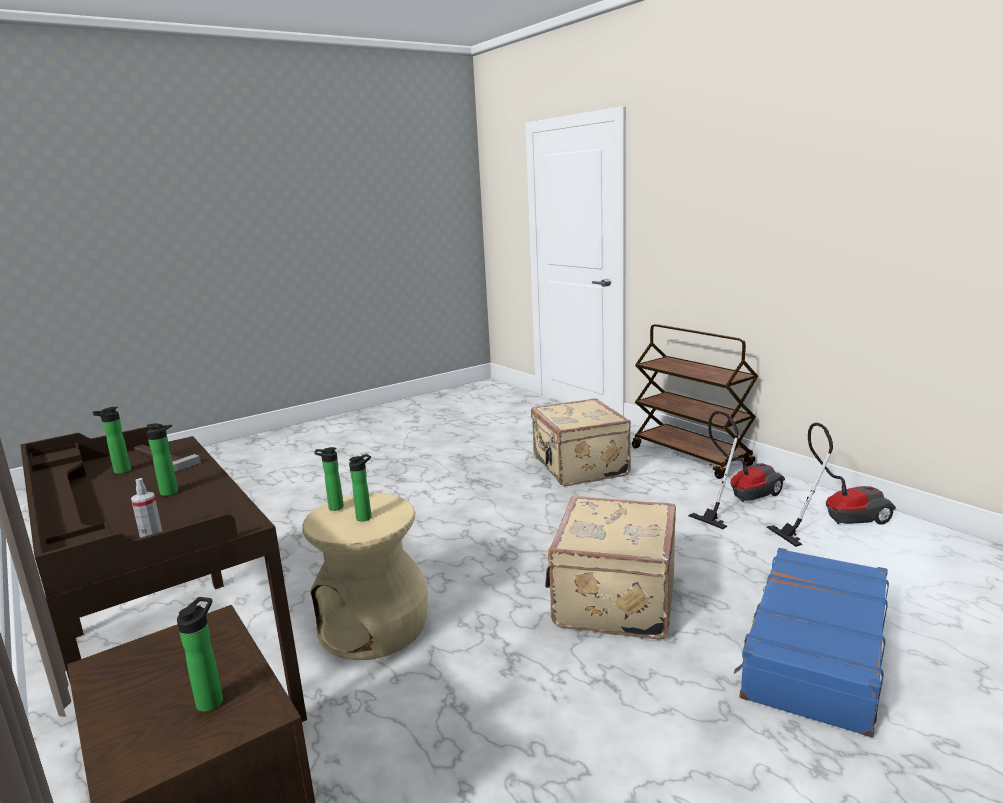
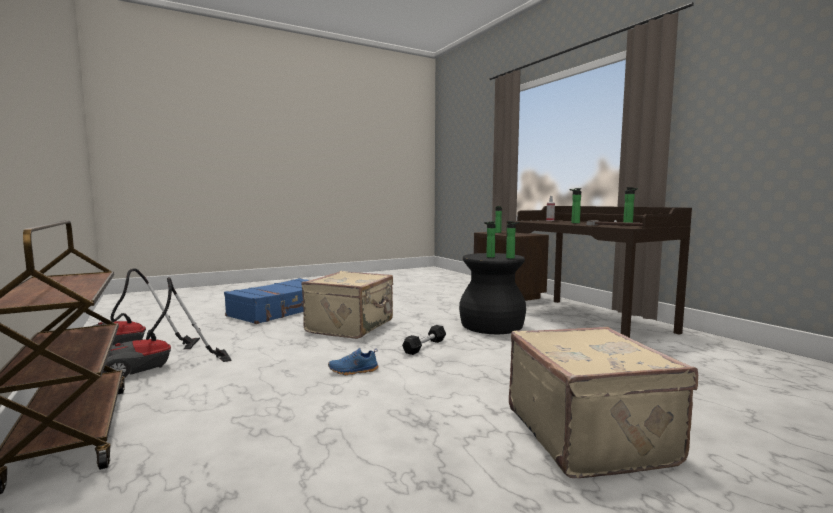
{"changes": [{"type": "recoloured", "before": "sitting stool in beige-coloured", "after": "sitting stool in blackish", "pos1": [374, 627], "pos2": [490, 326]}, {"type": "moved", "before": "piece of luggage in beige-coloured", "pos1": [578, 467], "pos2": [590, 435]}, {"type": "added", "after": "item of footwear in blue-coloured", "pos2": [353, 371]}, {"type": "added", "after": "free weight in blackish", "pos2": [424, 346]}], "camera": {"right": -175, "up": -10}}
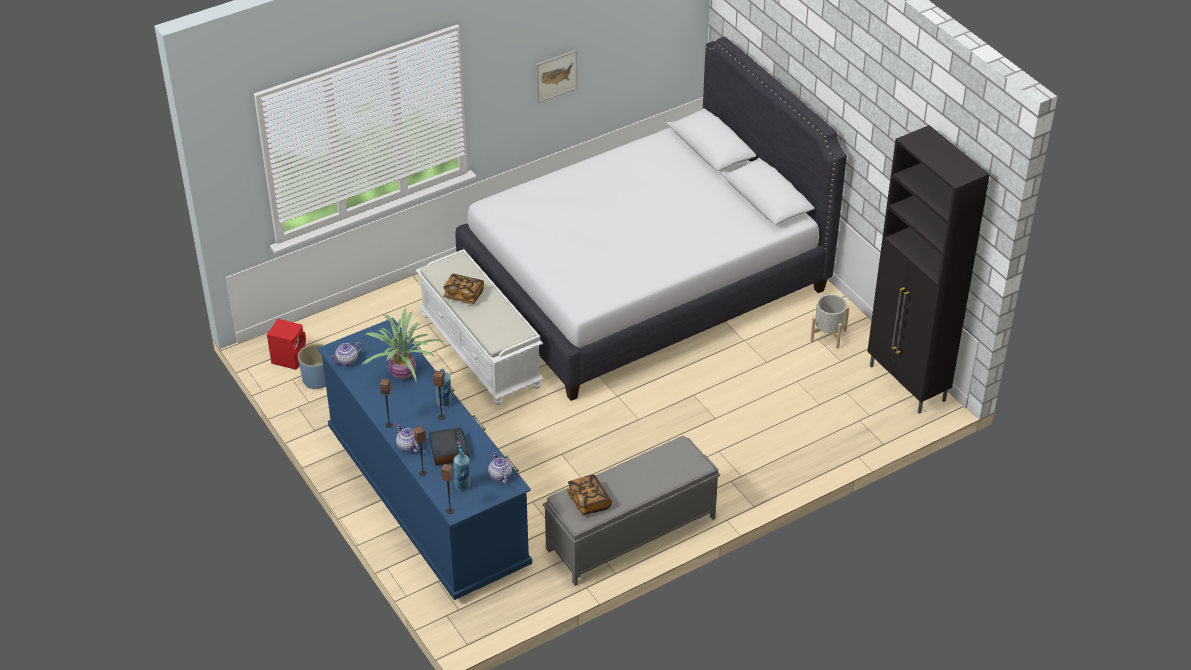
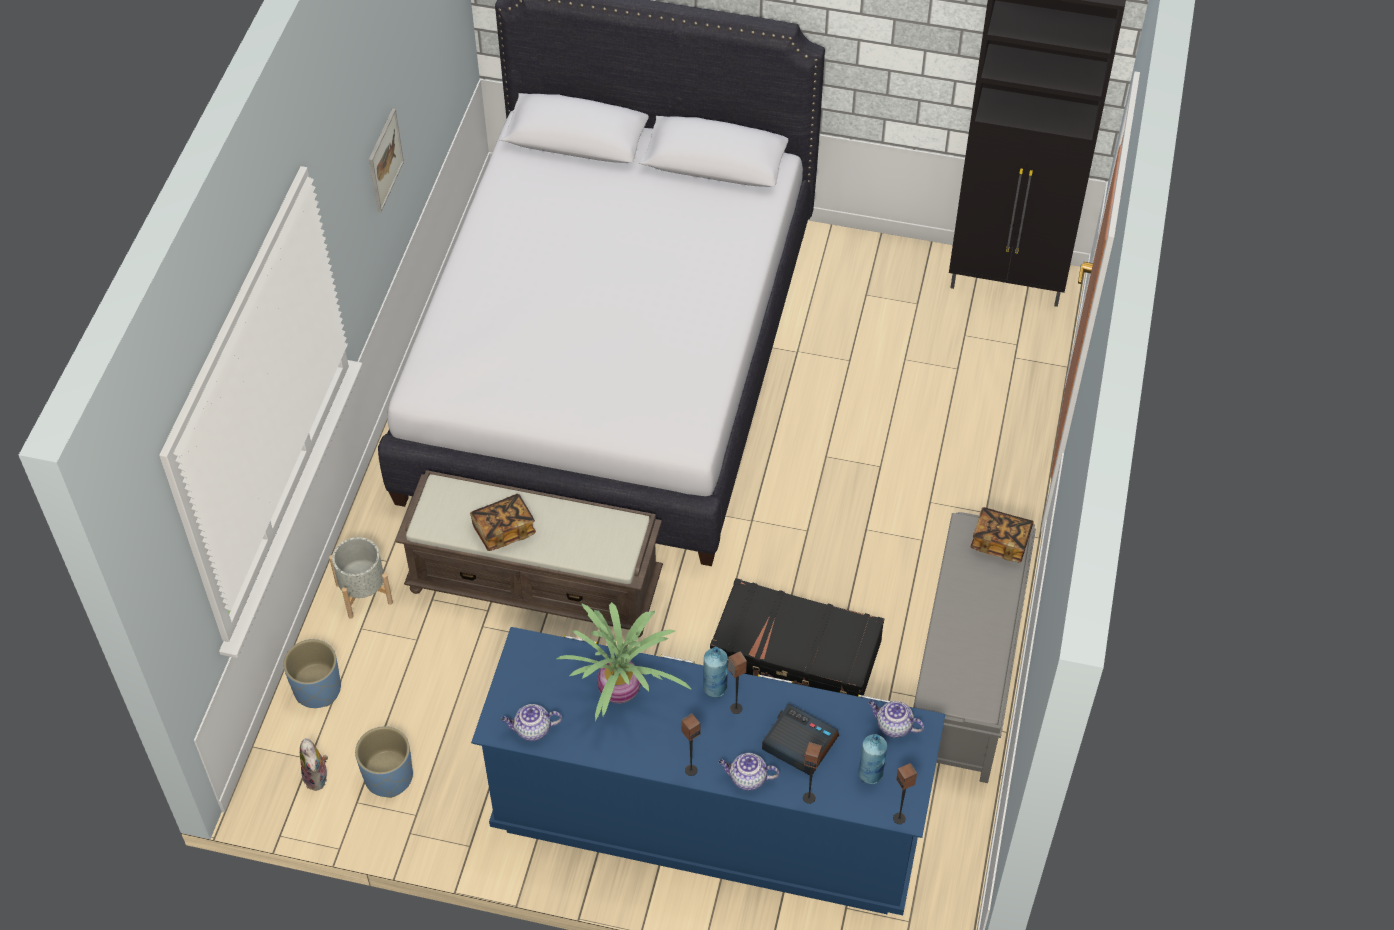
{"changes": [{"type": "replaced", "before": "loudspeaker in red", "after": "soft toy", "pos1": [290, 358], "pos2": [318, 777]}, {"type": "turned", "before": "teapot", "pos1": [346, 361], "pos2": [532, 730], "turn": 75}, {"type": "recoloured", "before": "indoor bench in white", "after": "indoor bench in brown", "pos1": [482, 350], "pos2": [537, 583]}, {"type": "moved", "before": "book", "pos1": [589, 501], "pos2": [1000, 542]}, {"type": "moved", "before": "planter in greyish", "pos1": [828, 335], "pos2": [364, 594]}, {"type": "added", "after": "planter in blue-coloured", "pos2": [317, 689]}, {"type": "added", "after": "piece of luggage in blackish", "pos2": [796, 655]}], "camera": {"right": -45, "up": 10}}
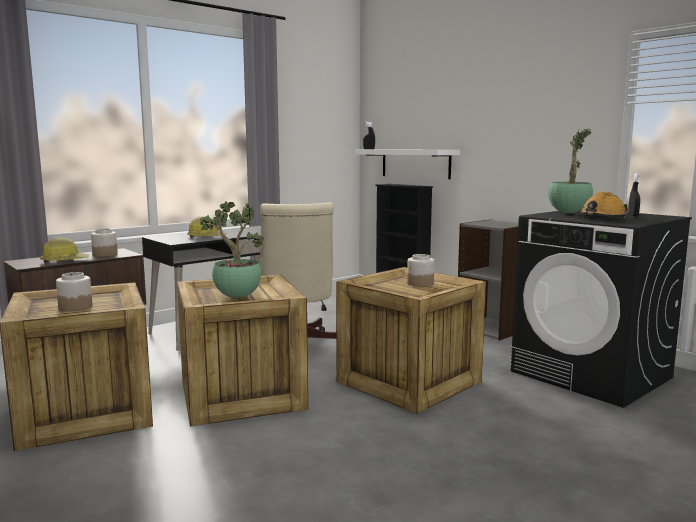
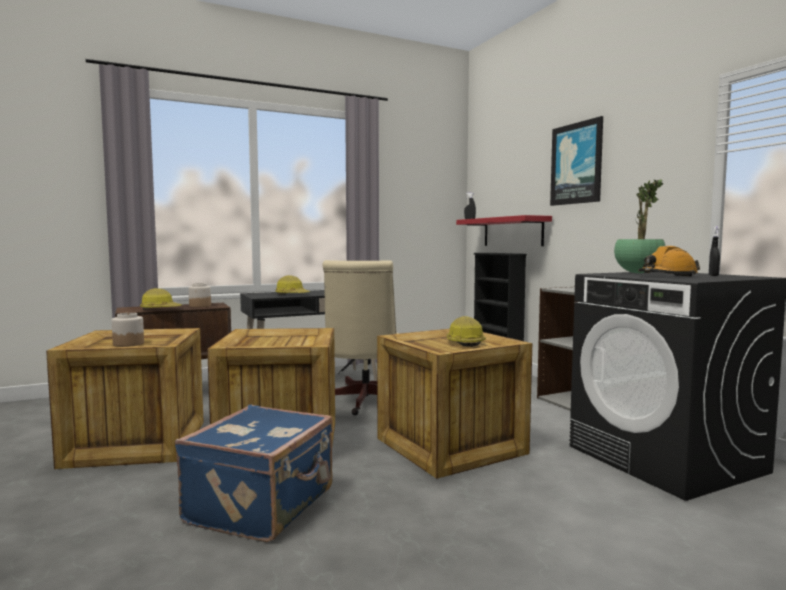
{"changes": [{"type": "removed", "before": "houseplant", "pos1": [236, 297]}, {"type": "recoloured", "before": "wall shelf in white", "after": "wall shelf in red", "pos1": [415, 163], "pos2": [512, 232]}, {"type": "replaced", "before": "storage jar", "after": "safety helmet", "pos1": [420, 283], "pos2": [463, 342]}, {"type": "added", "after": "piece of luggage in blue-coloured", "pos2": [263, 506]}, {"type": "added", "after": "picture", "pos2": [576, 163]}], "camera": {"right": 15, "up": -5}}
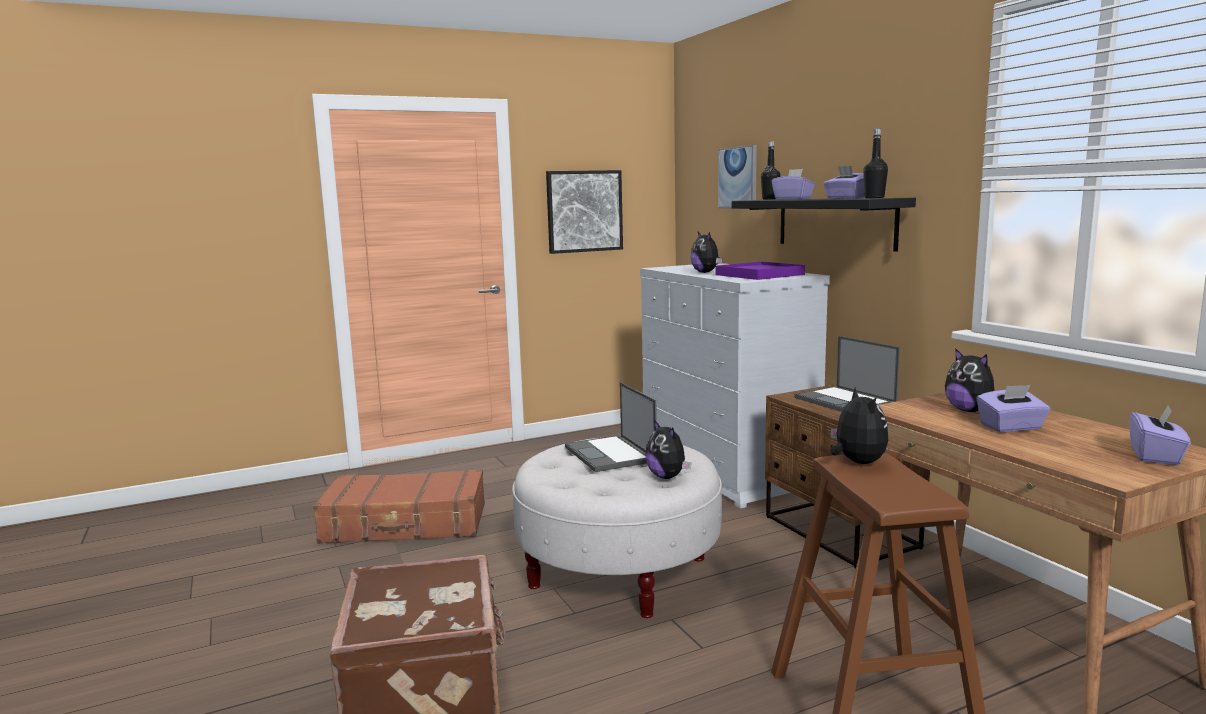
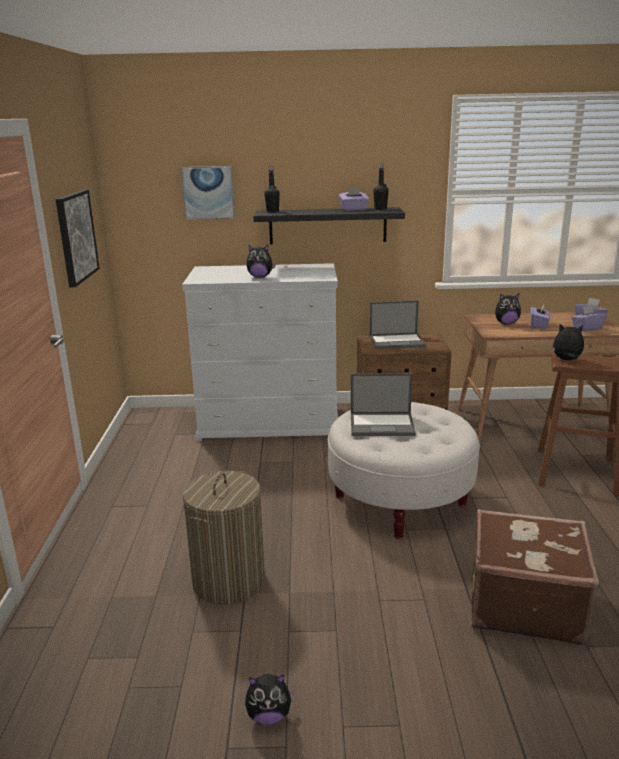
{"changes": [{"type": "replaced", "before": "piece of luggage in brown", "after": "hamper", "pos1": [405, 524], "pos2": [228, 581]}, {"type": "moved", "before": "soft toy", "pos1": [667, 477], "pos2": [269, 716]}, {"type": "removed", "before": "tray in purple-coloured", "pos1": [759, 275]}, {"type": "moved", "before": "tissue box in purple-coloured", "pos1": [793, 199], "pos2": [587, 328]}], "camera": {"right": -65, "up": 10}}
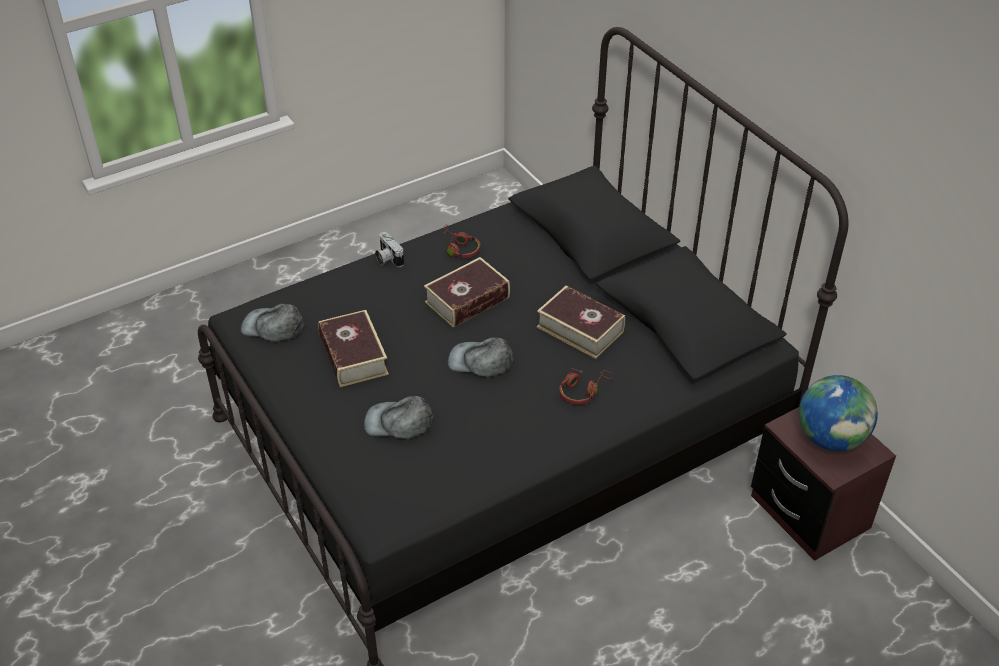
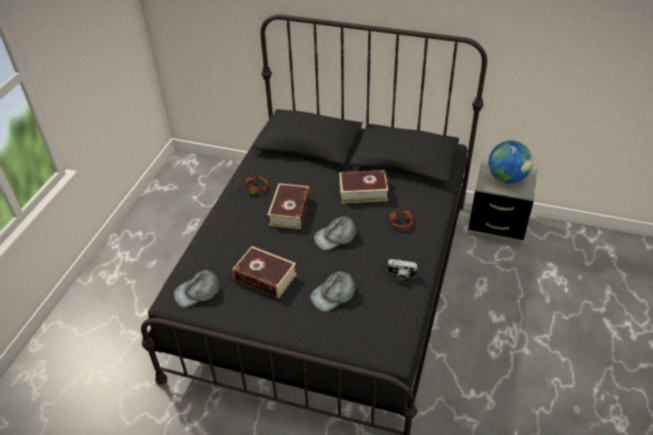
{"changes": [{"type": "moved", "before": "photo camera", "pos1": [387, 258], "pos2": [401, 276]}, {"type": "recoloured", "before": "night table in brown", "after": "night table in greyish", "pos1": [809, 512], "pos2": [496, 226]}], "camera": {"right": -40, "up": 0}}
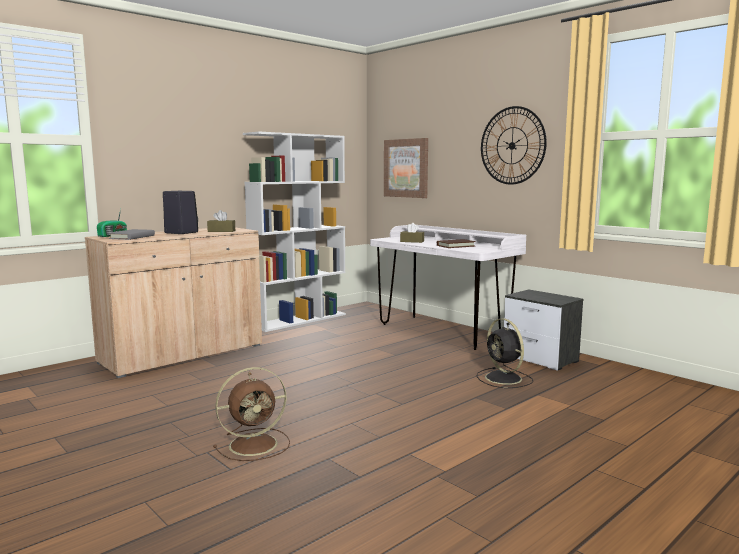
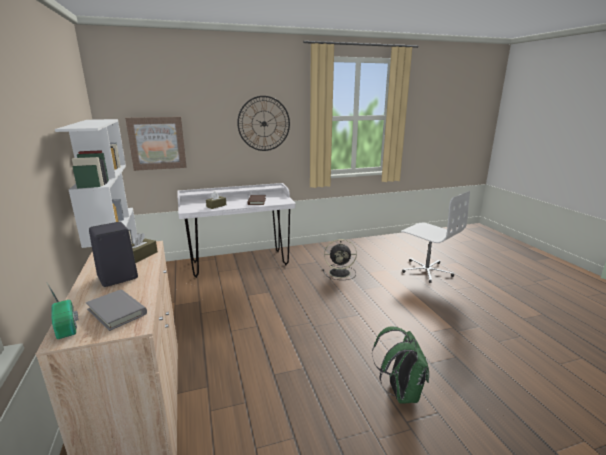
{"changes": [{"type": "replaced", "before": "fan in brown", "after": "knapsack in greenish", "pos1": [255, 444], "pos2": [400, 392]}, {"type": "removed", "before": "night table", "pos1": [541, 359]}, {"type": "added", "after": "computer chair in white", "pos2": [426, 270]}], "camera": {"right": -65, "up": 10}}
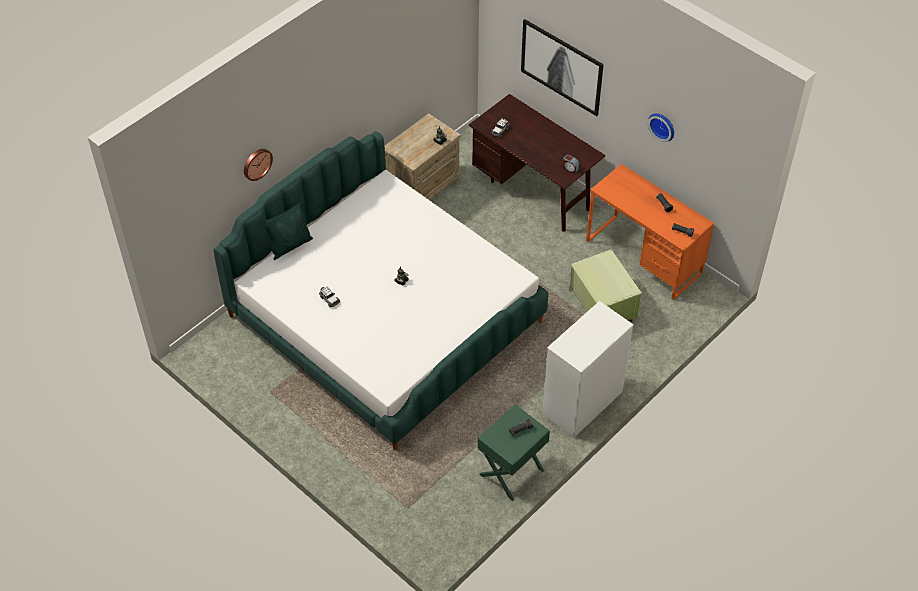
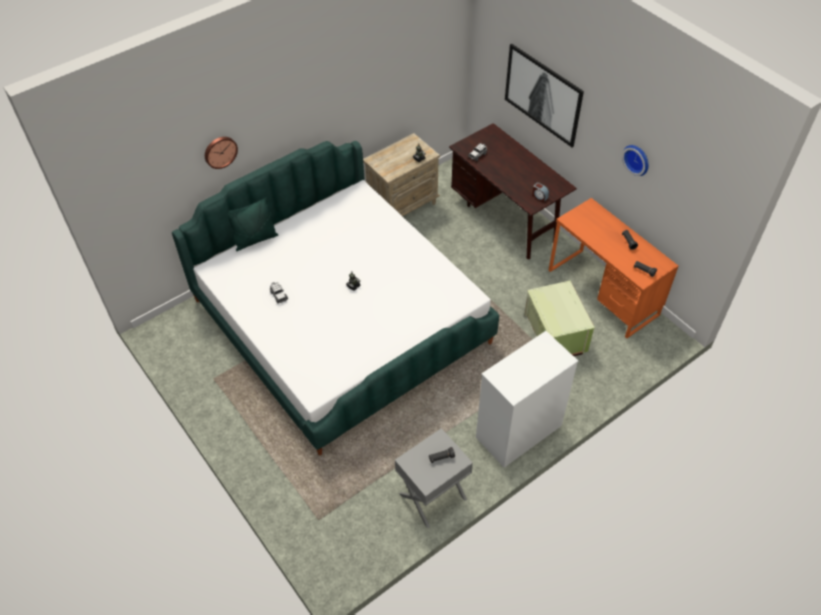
{"changes": [{"type": "recoloured", "before": "night table in greenish", "after": "night table in greyish", "pos1": [512, 473], "pos2": [433, 497]}], "camera": {"right": 10, "up": 0}}
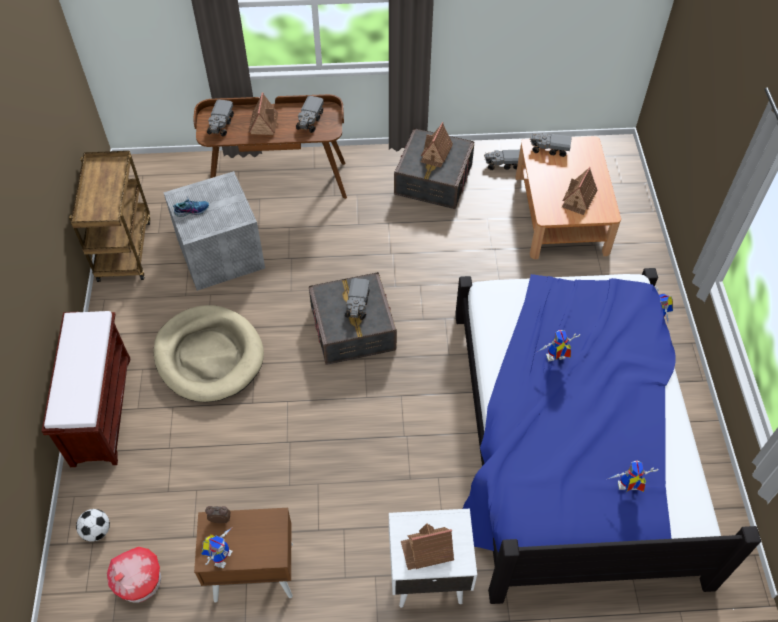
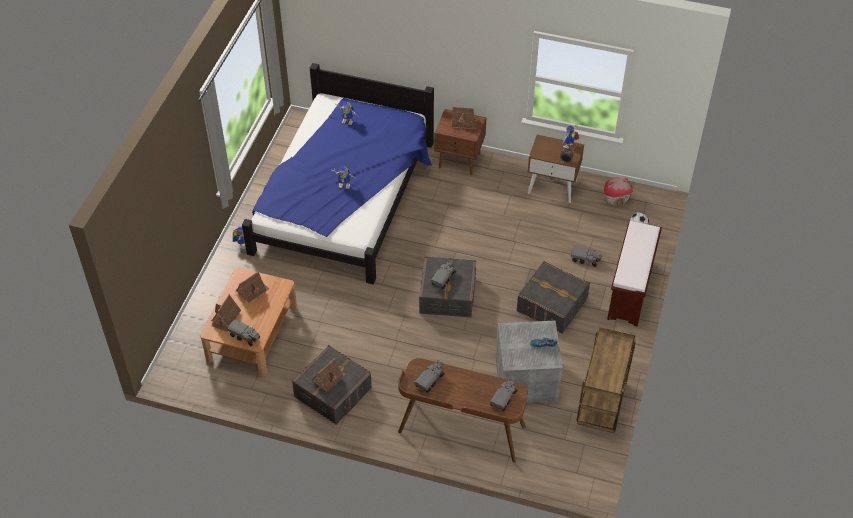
{"changes": [{"type": "replaced", "before": "pet bed in beige-coloured", "after": "storage box in greyish", "pos1": [209, 356], "pos2": [552, 305]}, {"type": "moved", "before": "miniature house", "pos1": [264, 123], "pos2": [225, 318]}, {"type": "recoloured", "before": "night table in white", "after": "night table in brown", "pos1": [427, 576], "pos2": [460, 161]}, {"type": "moved", "before": "toy lorry", "pos1": [503, 164], "pos2": [585, 260]}], "camera": {"right": -160, "up": -5}}
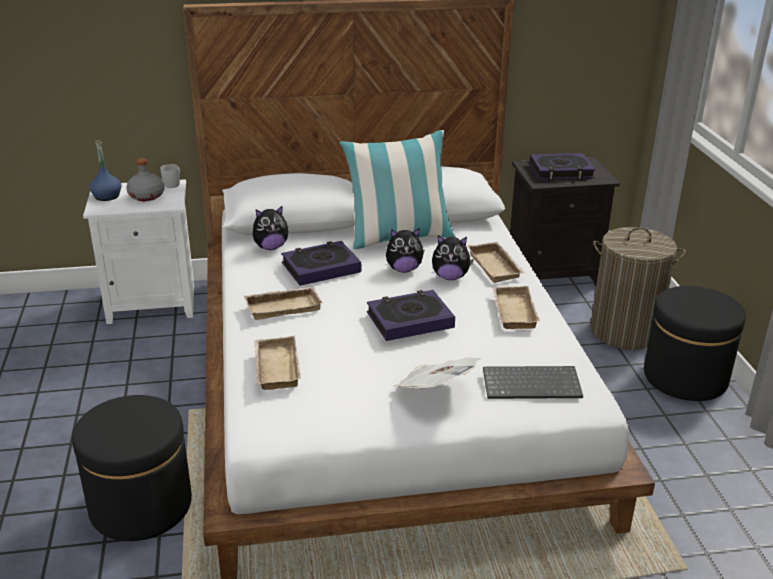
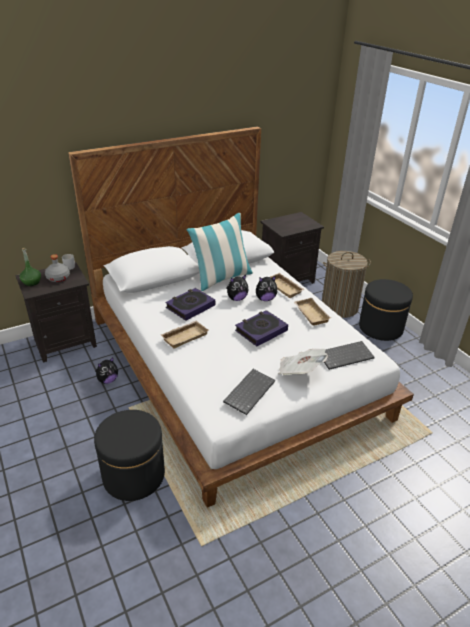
{"changes": [{"type": "recoloured", "before": "night table in white", "after": "night table in blackish", "pos1": [153, 303], "pos2": [65, 342]}, {"type": "recoloured", "before": "drink bottle in blue-coloured", "after": "drink bottle in greenish", "pos1": [107, 196], "pos2": [31, 282]}, {"type": "moved", "before": "soft toy", "pos1": [271, 247], "pos2": [107, 380]}, {"type": "removed", "before": "tray in beige-coloured", "pos1": [274, 367]}, {"type": "removed", "before": "book", "pos1": [561, 171]}, {"type": "added", "after": "keyboard", "pos2": [249, 391]}], "camera": {"right": -20, "up": 5}}
